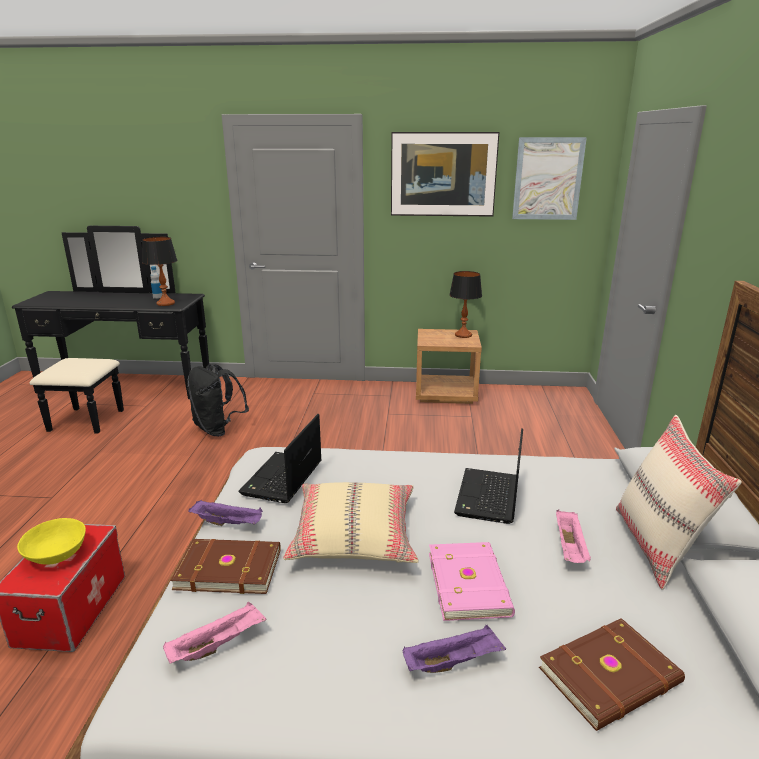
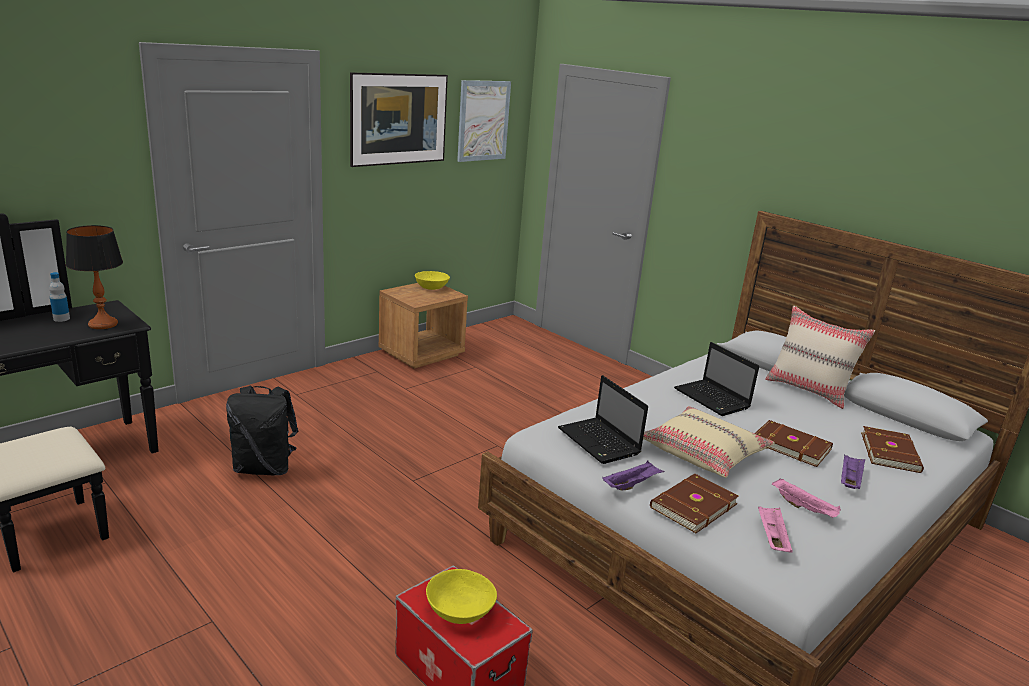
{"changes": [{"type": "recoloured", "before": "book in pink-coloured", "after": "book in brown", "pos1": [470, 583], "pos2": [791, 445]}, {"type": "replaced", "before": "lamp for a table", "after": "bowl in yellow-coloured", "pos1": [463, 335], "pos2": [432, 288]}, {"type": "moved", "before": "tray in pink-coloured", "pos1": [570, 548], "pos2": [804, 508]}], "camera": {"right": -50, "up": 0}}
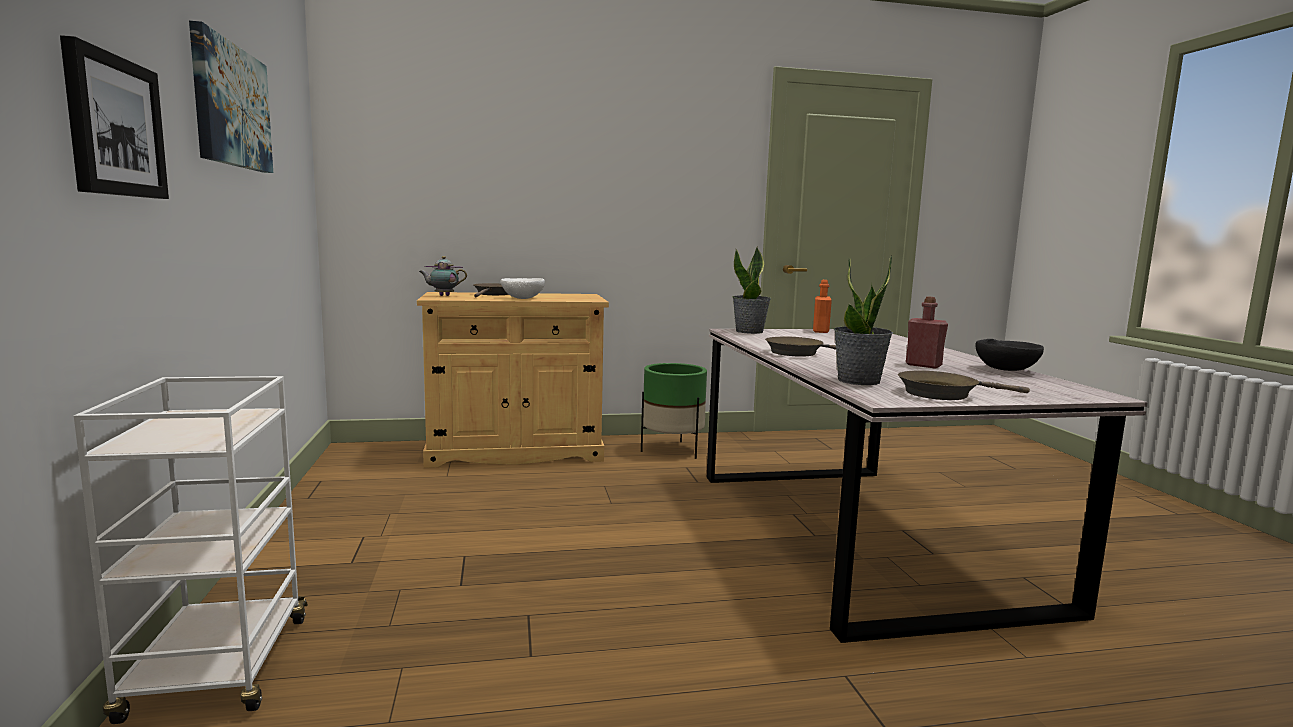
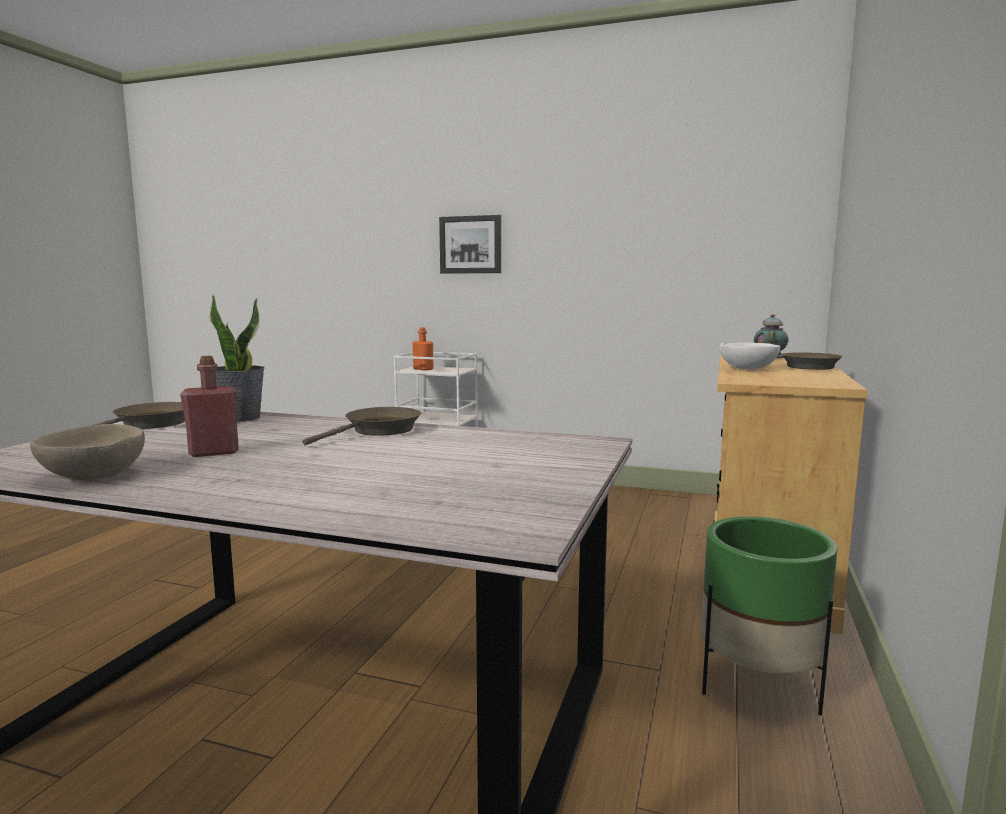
{"changes": [{"type": "removed", "before": "picture", "pos1": [231, 106]}, {"type": "removed", "before": "houseplant", "pos1": [749, 331]}, {"type": "moved", "before": "drink bottle in orangey", "pos1": [820, 331], "pos2": [423, 369]}, {"type": "recoloured", "before": "bowl in blackish", "after": "bowl in beige-coloured", "pos1": [1006, 370], "pos2": [92, 477]}], "camera": {"right": 120, "up": 0}}
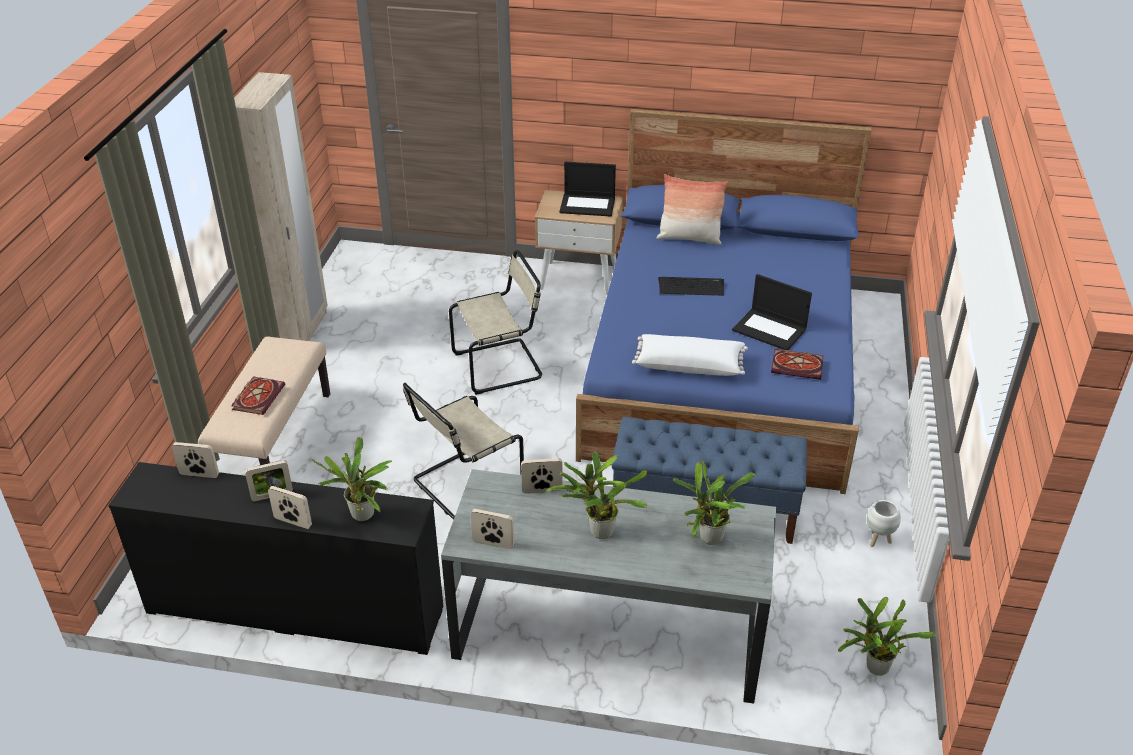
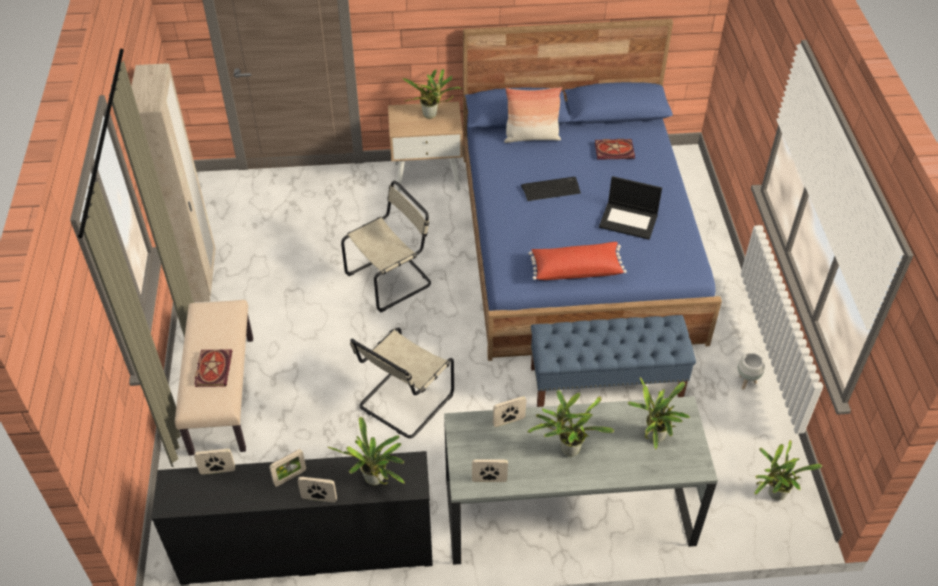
{"changes": [{"type": "replaced", "before": "notebook computer", "after": "houseplant", "pos1": [588, 205], "pos2": [432, 115]}, {"type": "recoloured", "before": "pillow in white", "after": "pillow in red", "pos1": [689, 365], "pos2": [576, 269]}, {"type": "moved", "before": "book", "pos1": [798, 366], "pos2": [615, 150]}], "camera": {"right": -15, "up": 10}}
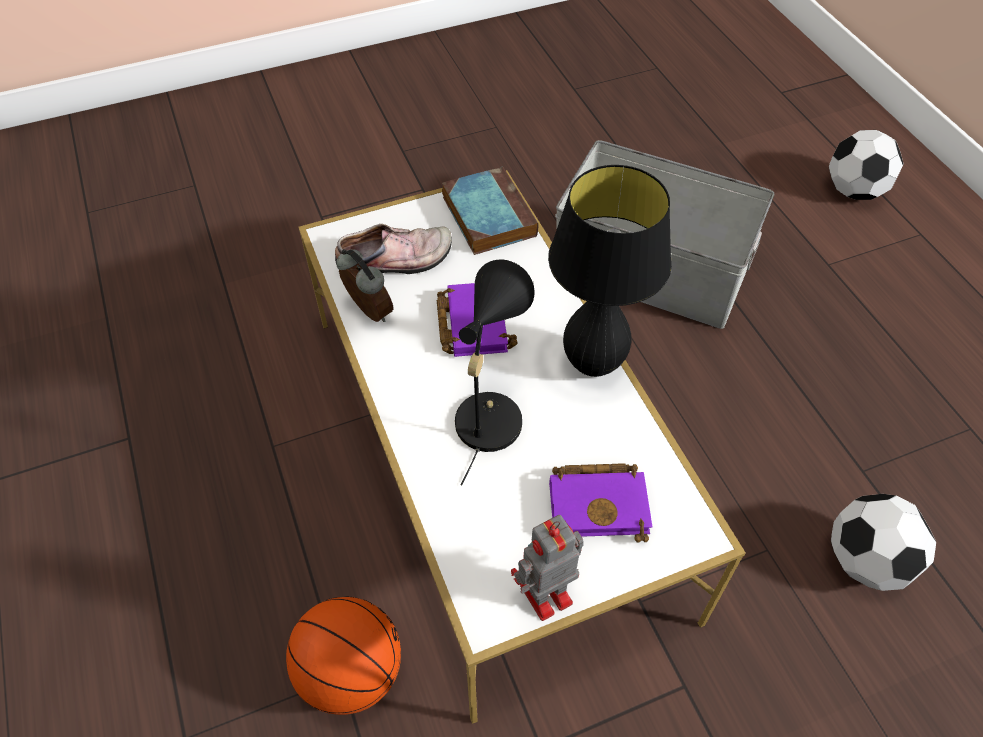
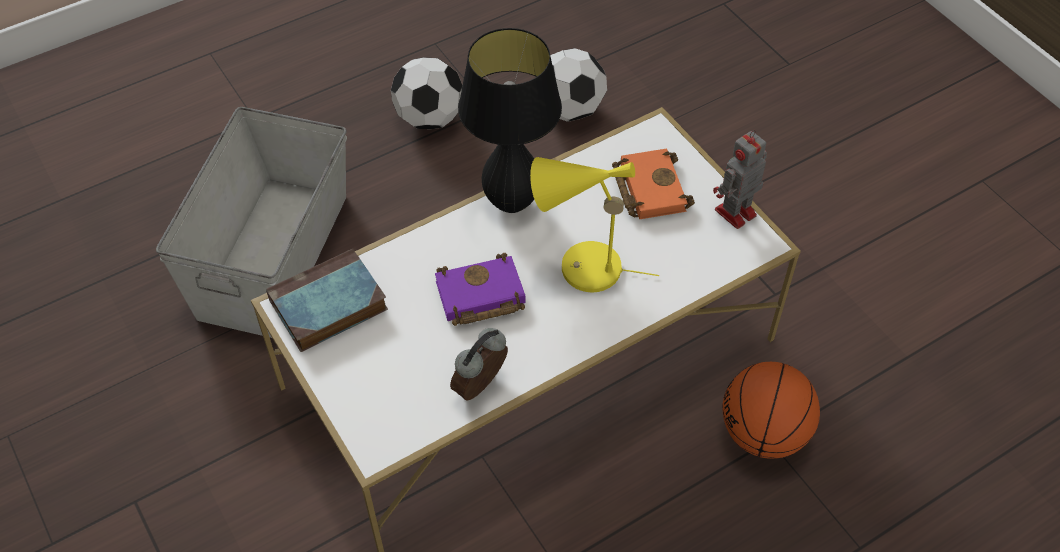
{"changes": [{"type": "removed", "before": "item of footwear", "pos1": [397, 261]}, {"type": "recoloured", "before": "lamp for a table in blackish", "after": "lamp for a table in yellow-coloured", "pos1": [489, 413], "pos2": [581, 268]}, {"type": "turned", "before": "robot figure", "pos1": [543, 595], "pos2": [734, 213], "turn": 90}, {"type": "recoloured", "before": "book in purple-coloured", "after": "book in orangey", "pos1": [600, 504], "pos2": [648, 188]}, {"type": "moved", "before": "football ball", "pos1": [854, 191], "pos2": [429, 118]}], "camera": {"right": -100, "up": 0}}
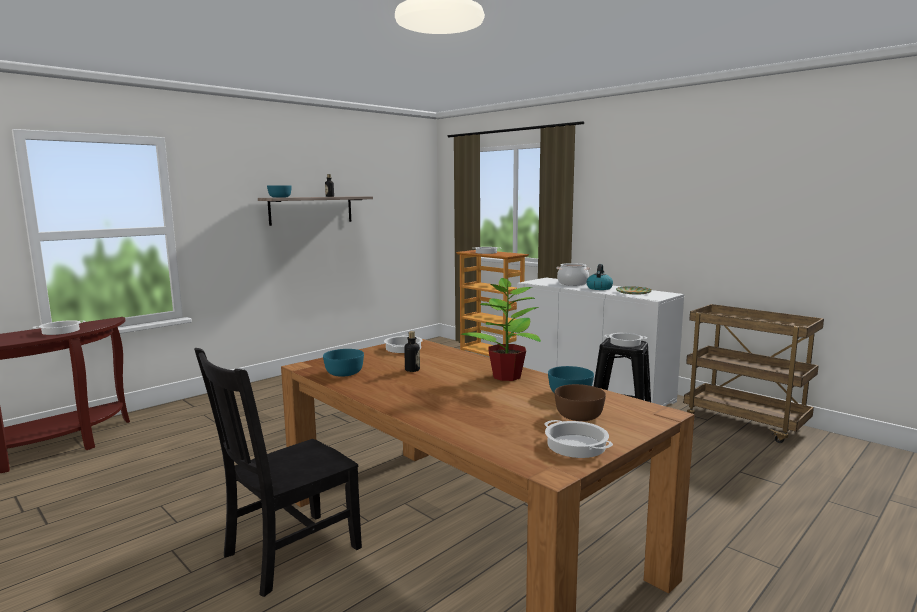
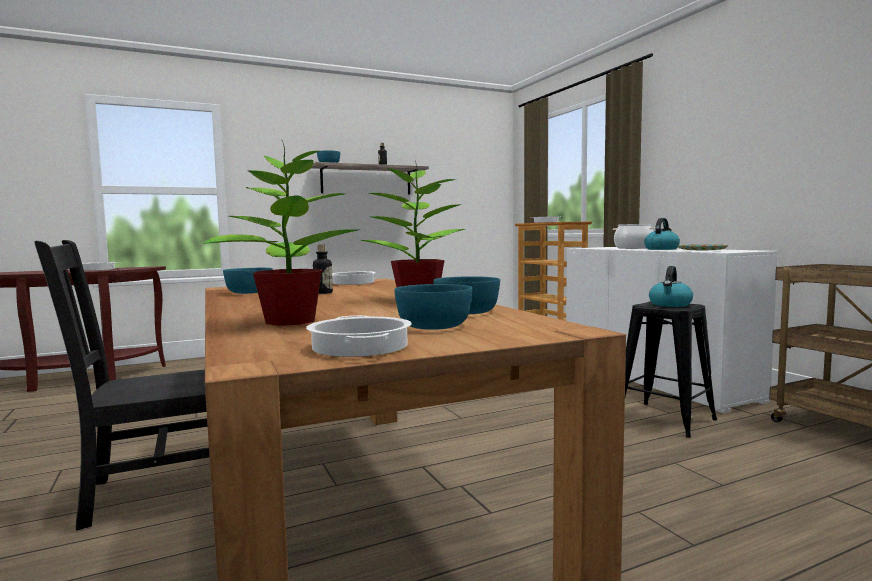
{"changes": [{"type": "recoloured", "before": "bowl in brown", "after": "bowl in blue-green", "pos1": [579, 415], "pos2": [435, 326]}, {"type": "replaced", "before": "cooking pot", "after": "kettle", "pos1": [625, 343], "pos2": [670, 304]}, {"type": "added", "after": "houseplant", "pos2": [289, 321]}], "camera": {"right": 20, "up": -5}}
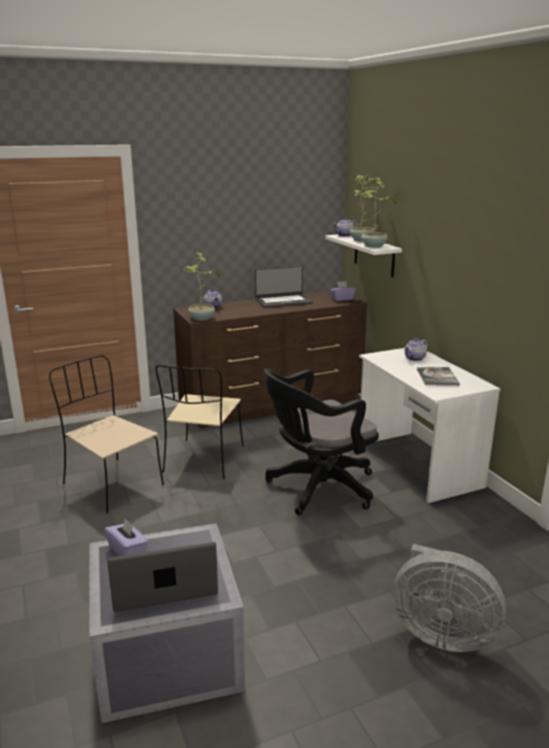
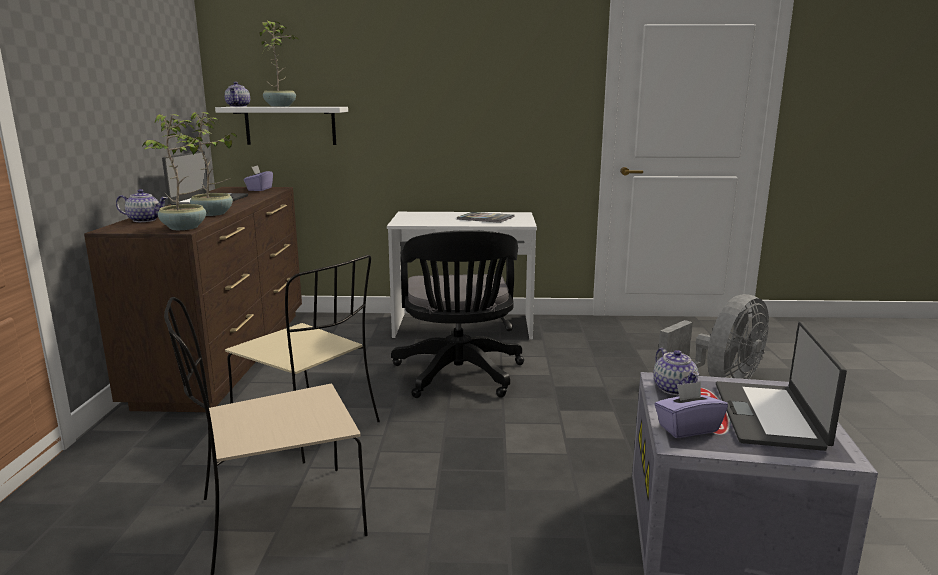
{"changes": [{"type": "moved", "before": "houseplant", "pos1": [374, 246], "pos2": [214, 214]}, {"type": "moved", "before": "teapot", "pos1": [415, 358], "pos2": [675, 389]}], "camera": {"right": -65, "up": -5}}
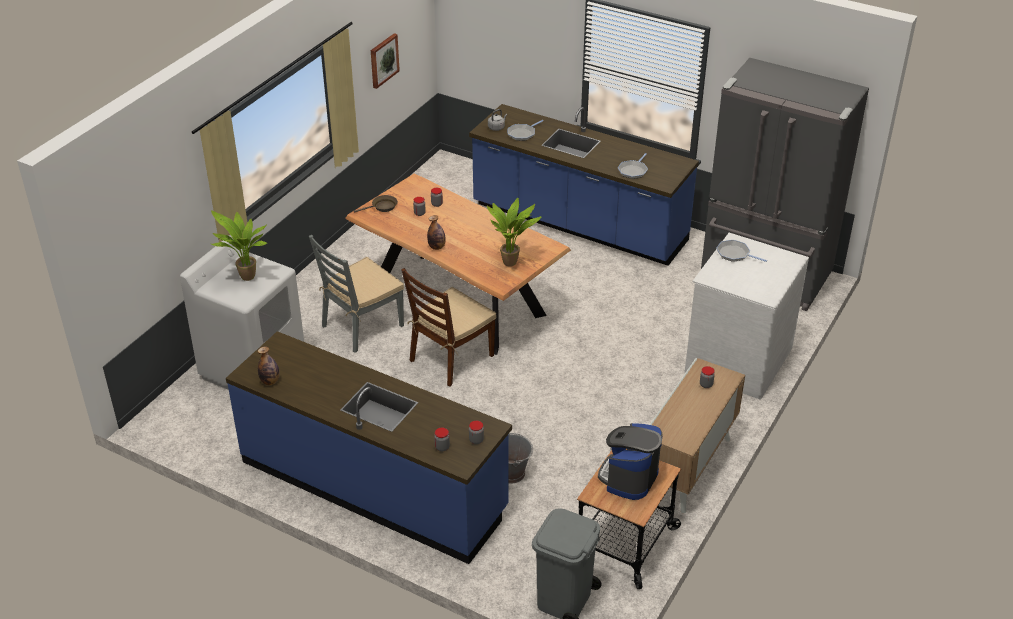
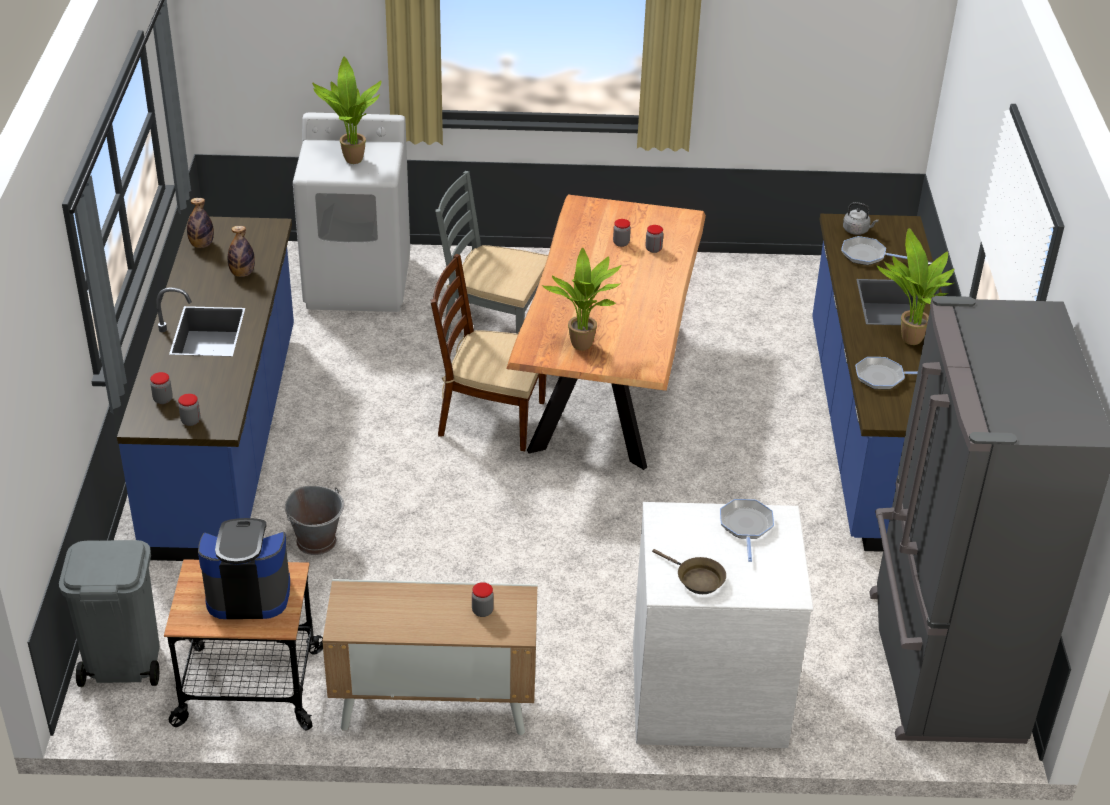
{"changes": [{"type": "moved", "before": "pan in brown", "pos1": [382, 207], "pos2": [696, 579]}, {"type": "removed", "before": "picture", "pos1": [383, 60]}, {"type": "moved", "before": "drink bottle", "pos1": [437, 247], "pos2": [242, 273]}, {"type": "added", "after": "houseplant", "pos2": [907, 340]}], "camera": {"right": 60, "up": 0}}
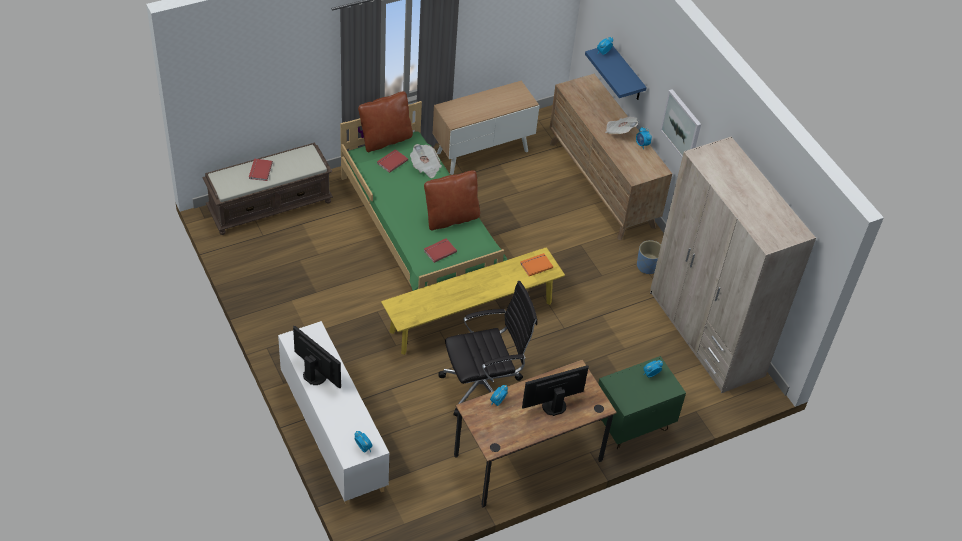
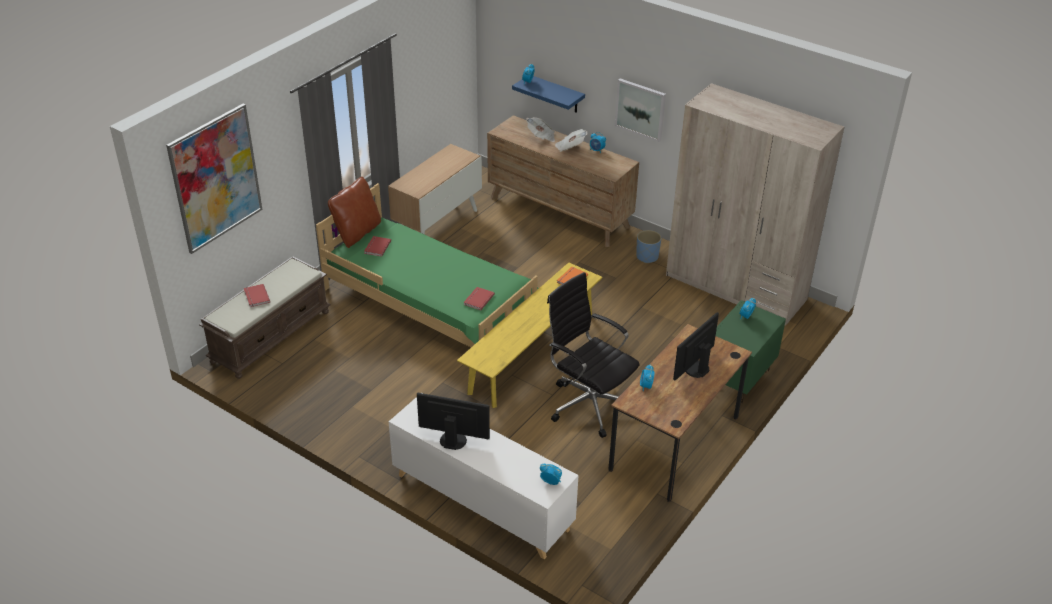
{"changes": [{"type": "moved", "before": "newspaper", "pos1": [425, 167], "pos2": [541, 137]}, {"type": "removed", "before": "pillow in brown", "pos1": [451, 218]}, {"type": "turned", "before": "computer chair in blackish", "pos1": [484, 387], "pos2": [589, 403], "turn": -90}, {"type": "added", "after": "picture", "pos2": [216, 178]}], "camera": {"right": -25, "up": -10}}
